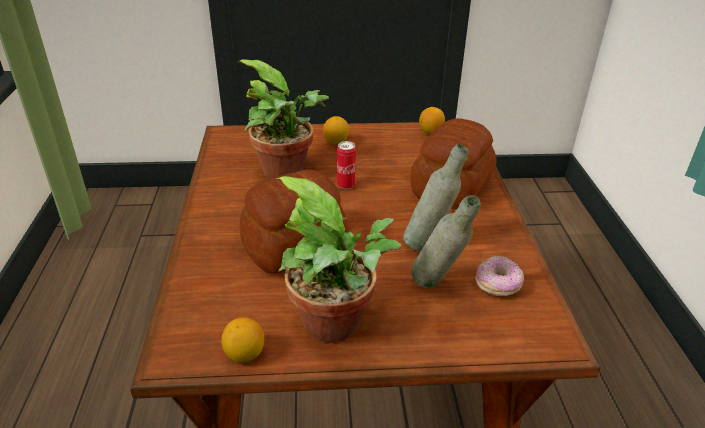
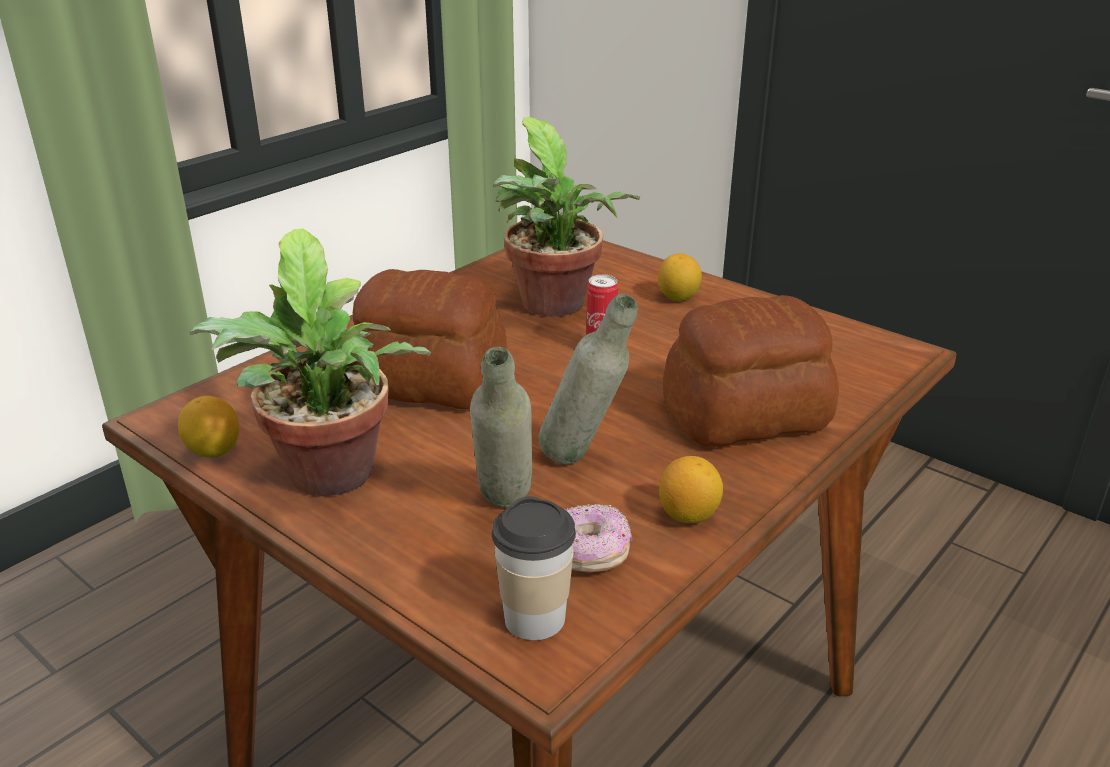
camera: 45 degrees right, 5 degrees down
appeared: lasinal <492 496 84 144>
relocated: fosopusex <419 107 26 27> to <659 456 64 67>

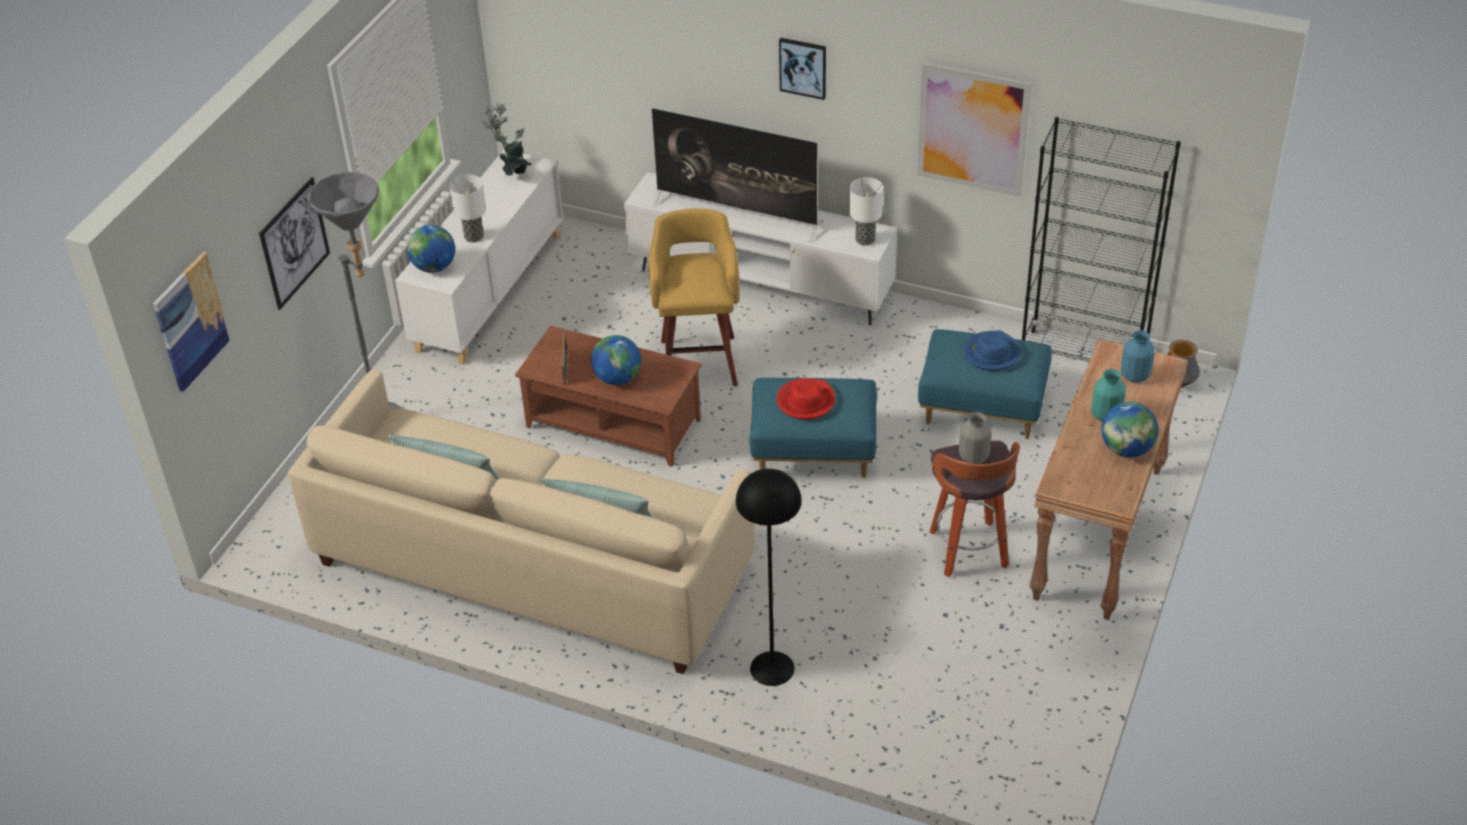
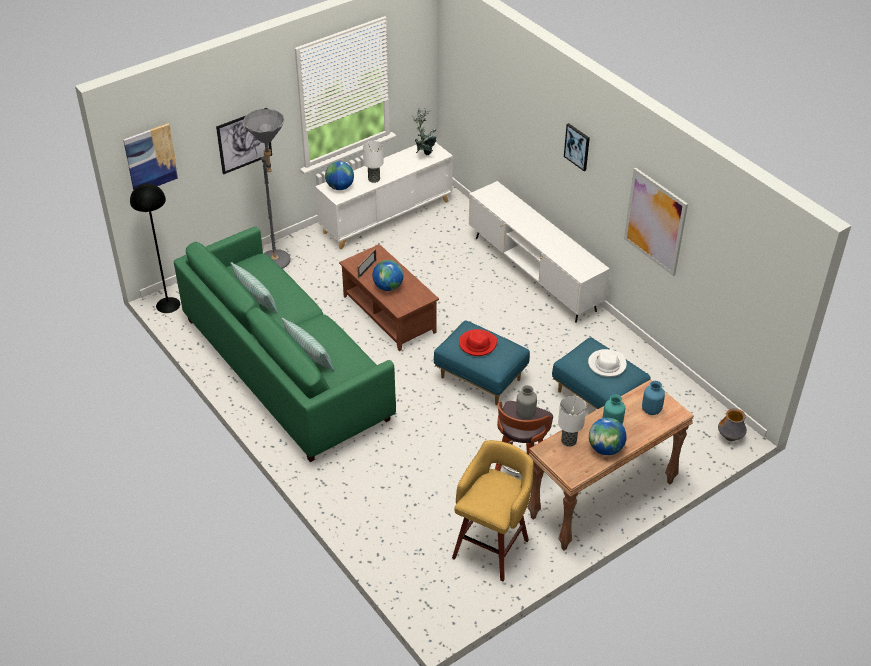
camera: 30 degrees right, 0 degrees up
missing: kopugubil <652 108 172 134>; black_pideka <1022 117 159 245>
relocated: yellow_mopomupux <649 208 90 178> to <452 440 81 141>; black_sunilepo <736 468 66 218> to <130 183 50 130>; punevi <850 177 33 69> to <558 396 28 51>
colour: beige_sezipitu <288 370 467 304> to green_sezipitu <174 227 222 235>; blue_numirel <963 331 58 40> to white_numirel <588 349 39 28>

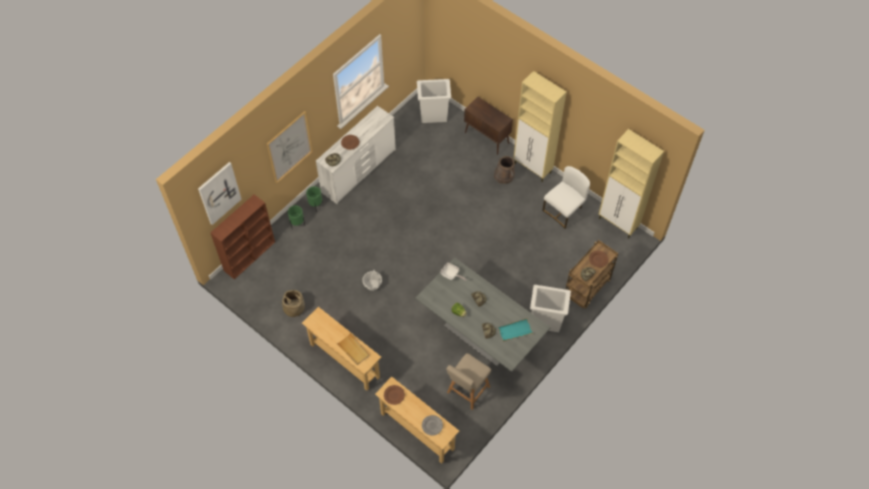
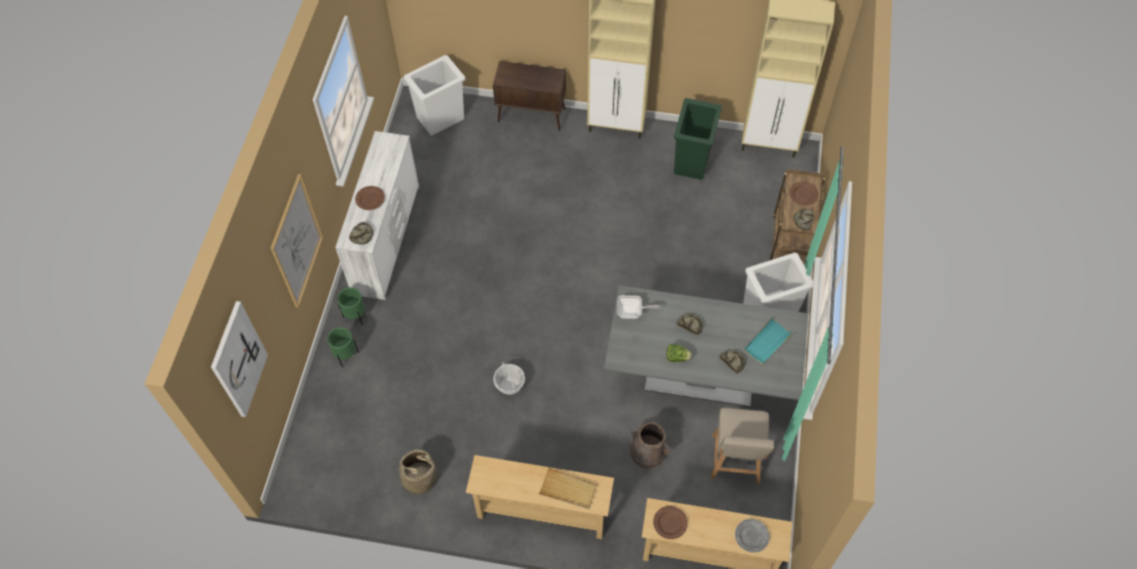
camera: 30 degrees left, 0 degrees up
missing: brown_pideka <210 194 65 85>
relocated: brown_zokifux <494 156 21 28> to <630 422 41 47>
exchanged: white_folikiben <543 166 47 63> to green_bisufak <674 98 48 82>

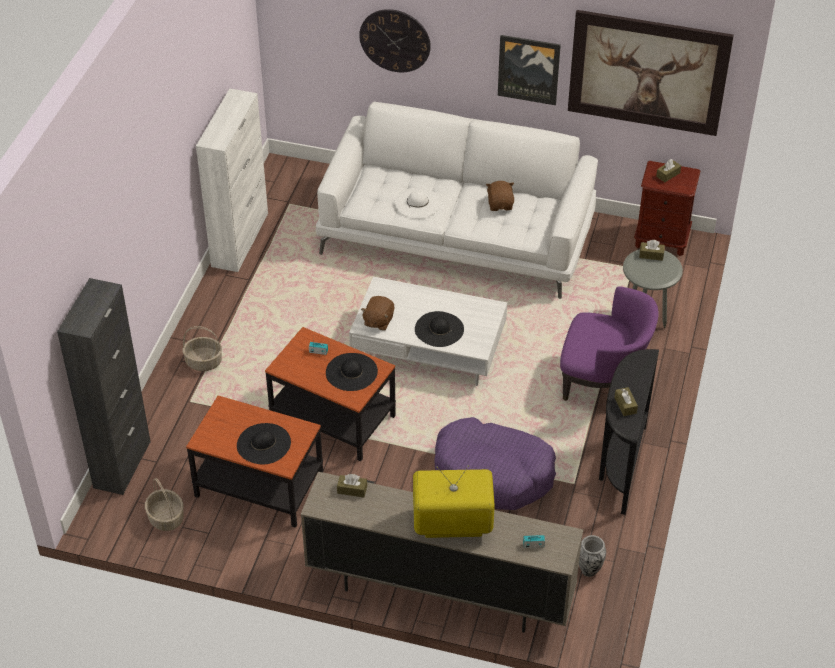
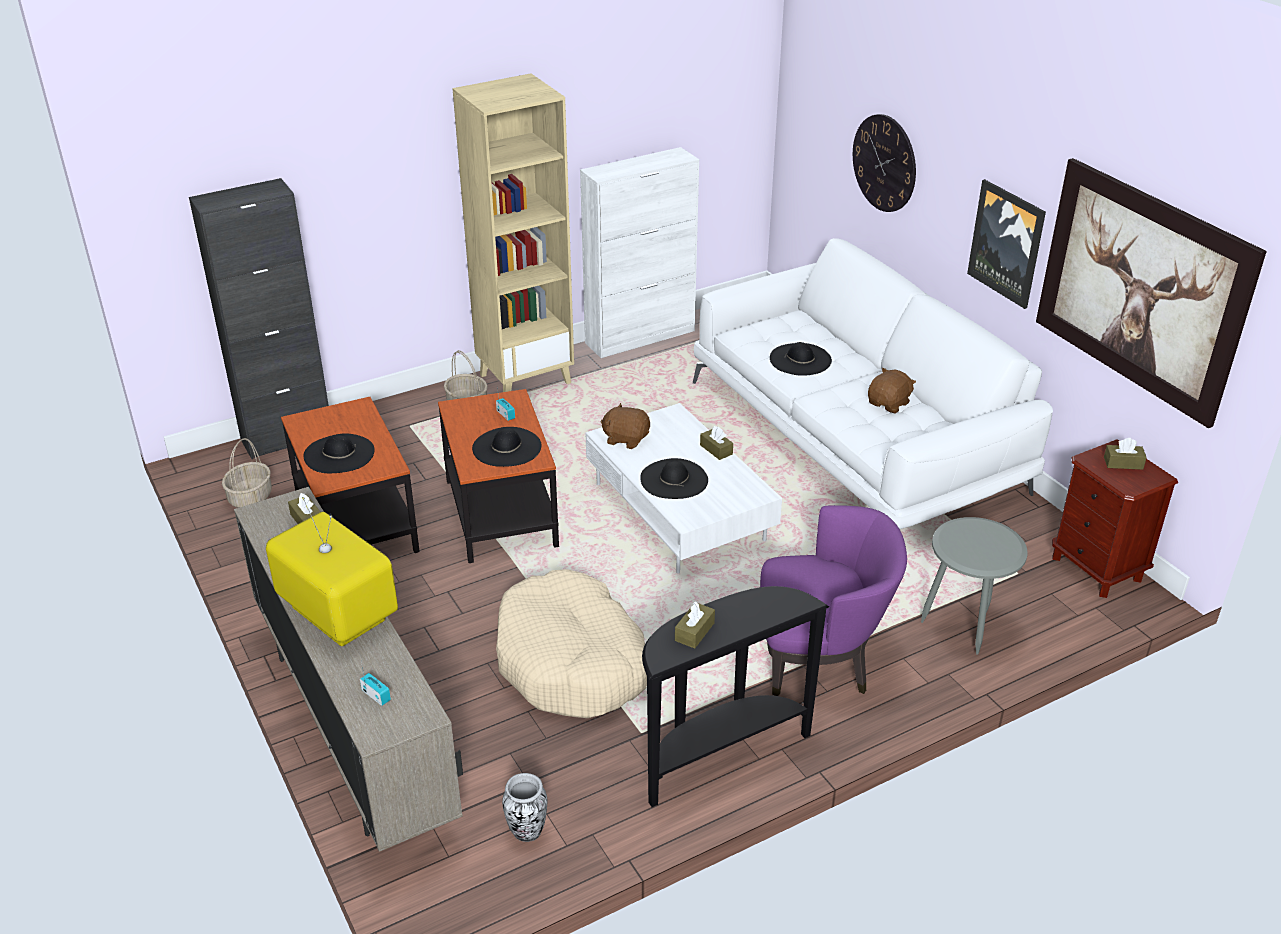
camera: 45 degrees right, 10 degrees down
appeared: beige_pideka <452 73 122 319>
relocated: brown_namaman <639 240 26 21> to <700 426 33 34>
colour: white_numirel <394 187 47 32> to black_numirel <770 342 62 34>; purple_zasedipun <434 417 122 93> to beige_zasedipun <496 569 151 149>
spun: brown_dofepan <361 296 34 35> = <601 403 49 46> 45 degrees clockwise; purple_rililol <560 286 99 115> = <760 505 147 191> 60 degrees counterclockwise

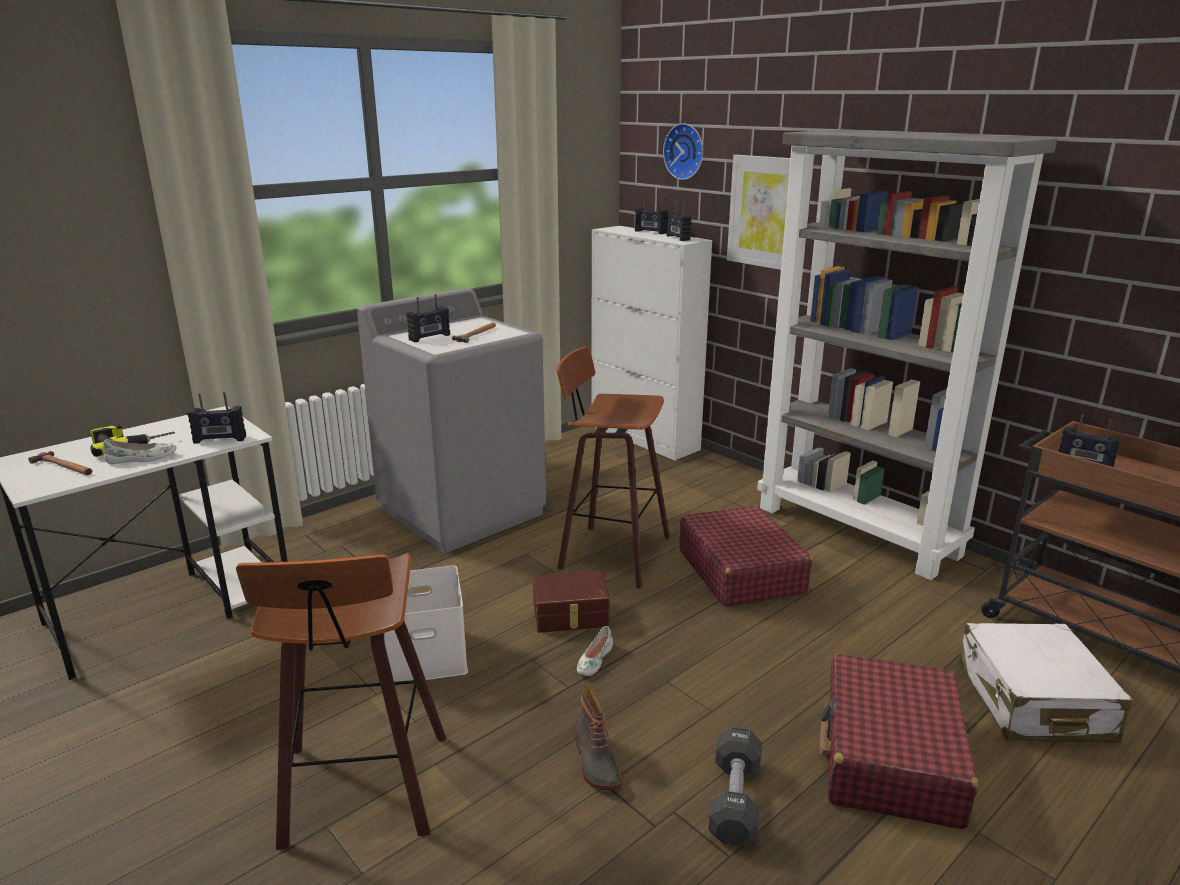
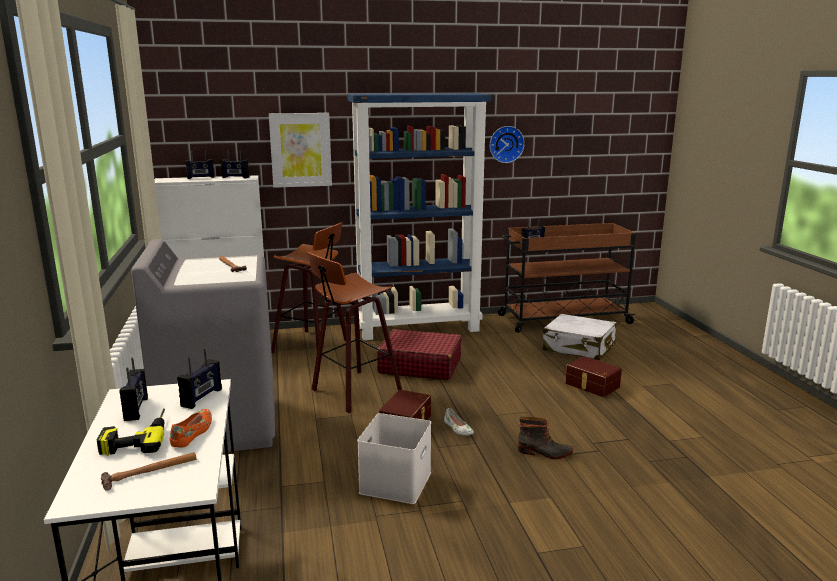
camera: 60 degrees left, 5 degrees down
missing: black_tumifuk <708 727 54 119>
relocated: mopomupux <236 553 210 297> to <271 222 75 137>; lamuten <407 294 43 48> to <120 358 28 63>; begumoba <663 123 40 57> to <490 126 35 37>
exchanged: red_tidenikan <819 654 159 175> to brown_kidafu <565 356 57 41>
colour: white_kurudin <103 439 74 25> to orange_kurudin <170 409 42 38>; grey_pideka <757 130 300 450> to blue_pideka <347 93 144 247>

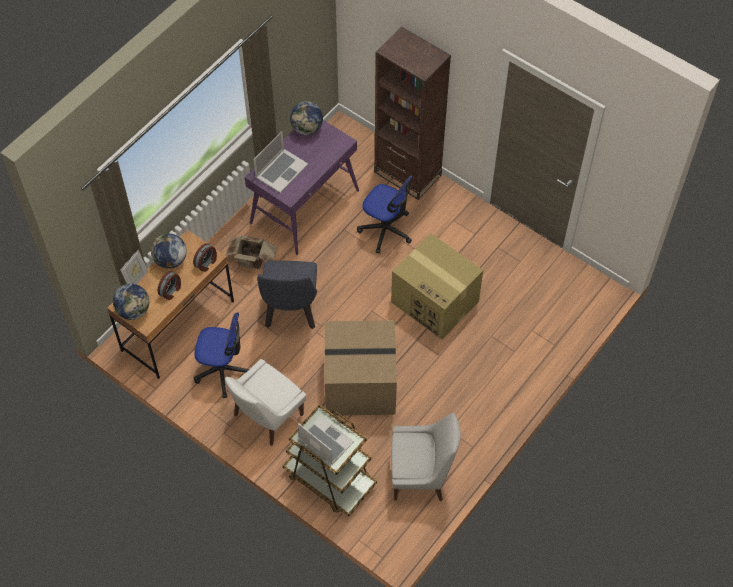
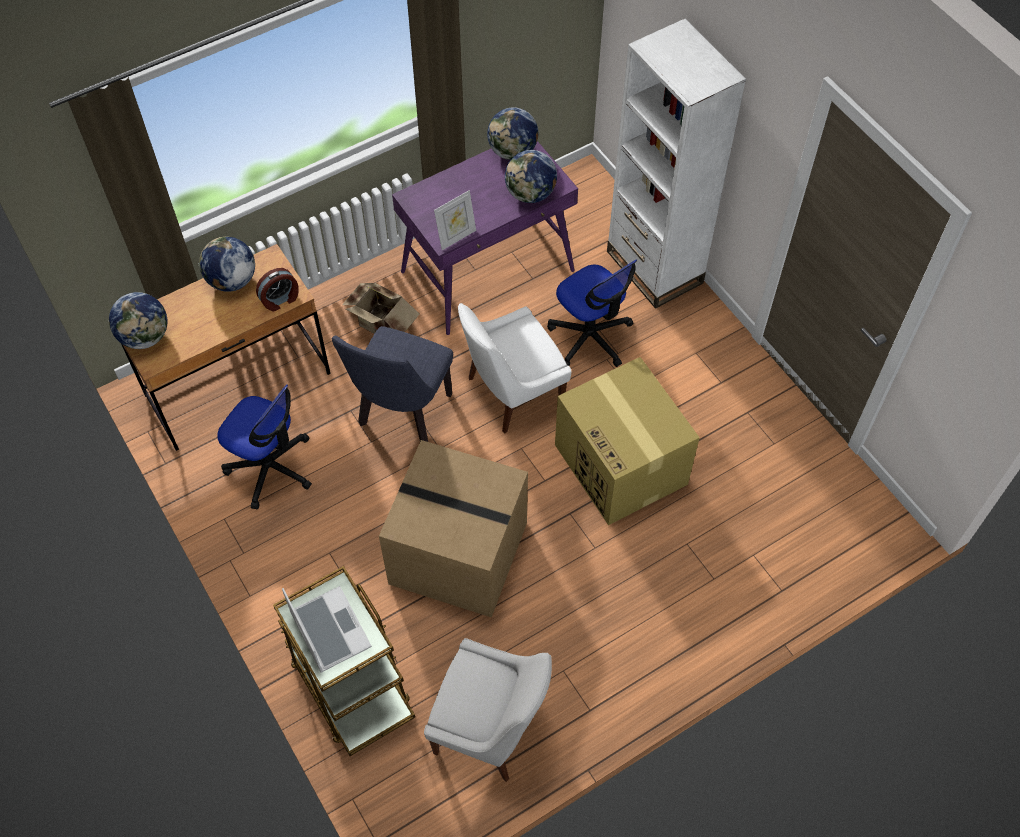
camera: 20 degrees right, 0 degrees up
missing: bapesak <158 271 23 29>; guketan <253 131 55 62>
appeared: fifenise <505 150 52 53>
relocated: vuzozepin <120 250 28 35> to <434 190 42 60>; white_folikiben <225 359 81 87> to <458 303 113 130>
colour: brown_pideka <374 27 77 173> to white_pideka <607 19 139 290>

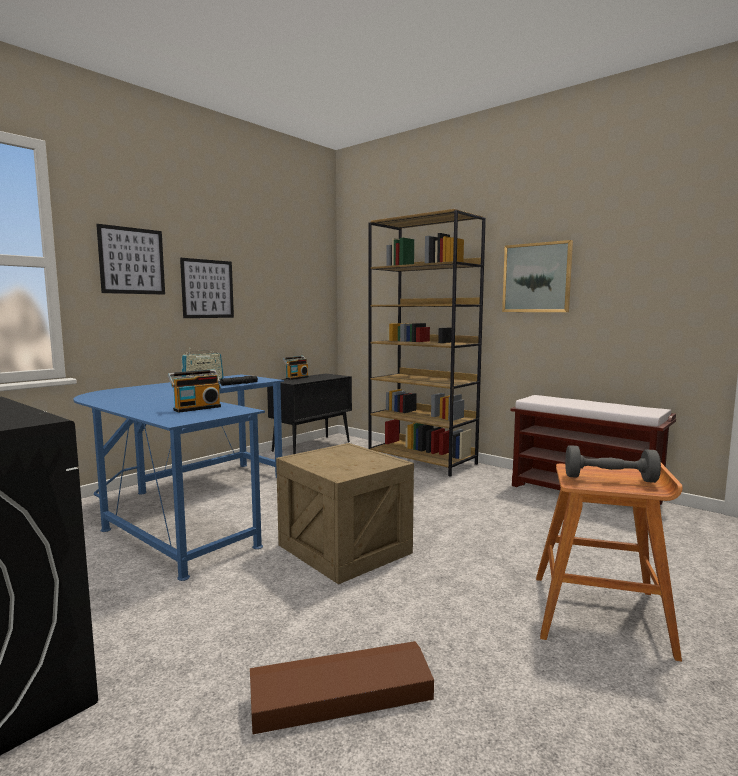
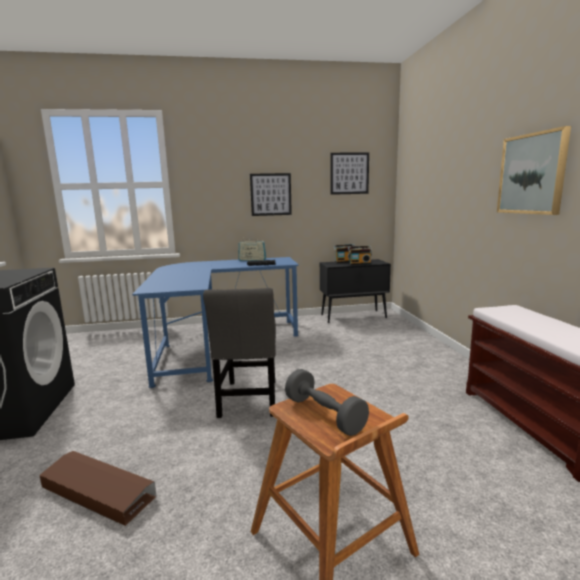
camera: 40 degrees right, 5 degrees up
missing: brown_pideka <368 209 118 268>
relocated: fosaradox <96 224 69 71> to <330 152 39 43>; lamuten <168 369 53 44> to <348 246 24 19>
exchanged: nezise <276 443 138 141> to grey_folikiben <203 288 73 130>

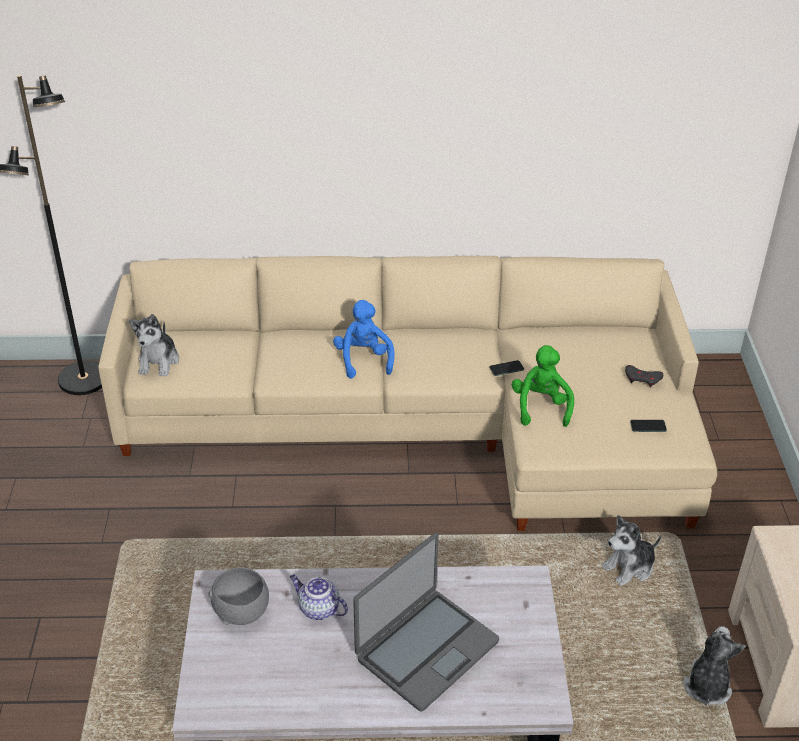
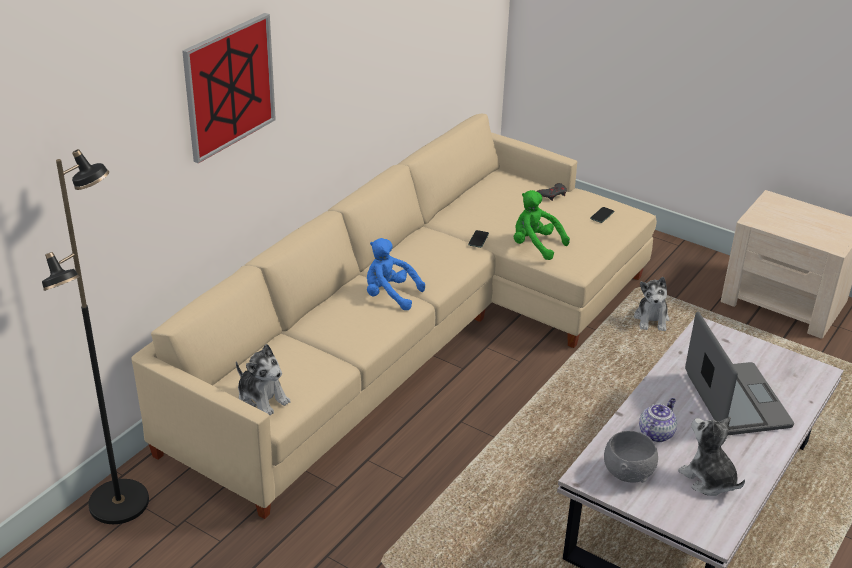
camera: 55 degrees left, 5 degrees down
appeared: fosaradox <182 13 94 150>
relocated: dofepan <683 626 63 80> to <678 417 67 79>
spun: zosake <290 574 58 46> = <639 398 38 44> 150 degrees clockwise

